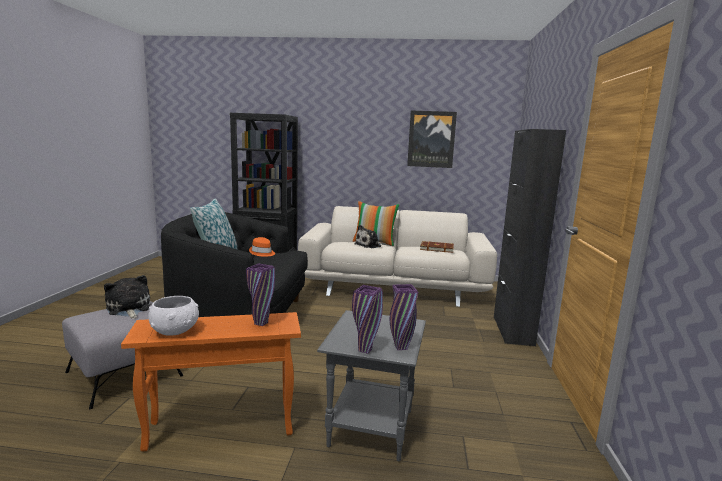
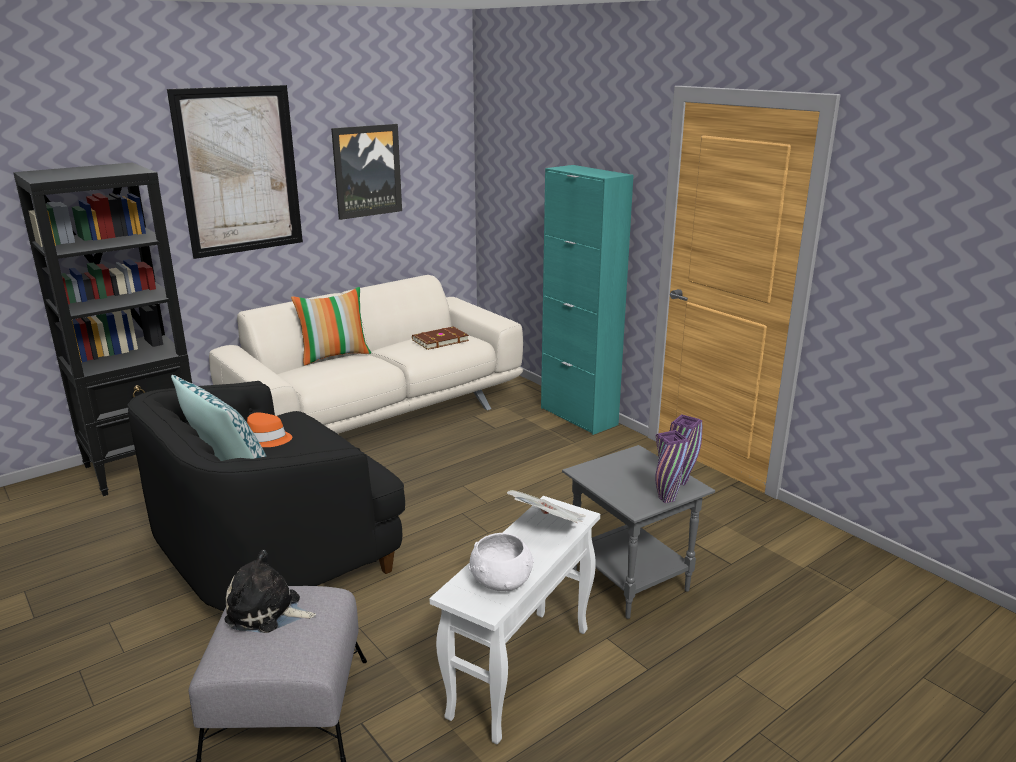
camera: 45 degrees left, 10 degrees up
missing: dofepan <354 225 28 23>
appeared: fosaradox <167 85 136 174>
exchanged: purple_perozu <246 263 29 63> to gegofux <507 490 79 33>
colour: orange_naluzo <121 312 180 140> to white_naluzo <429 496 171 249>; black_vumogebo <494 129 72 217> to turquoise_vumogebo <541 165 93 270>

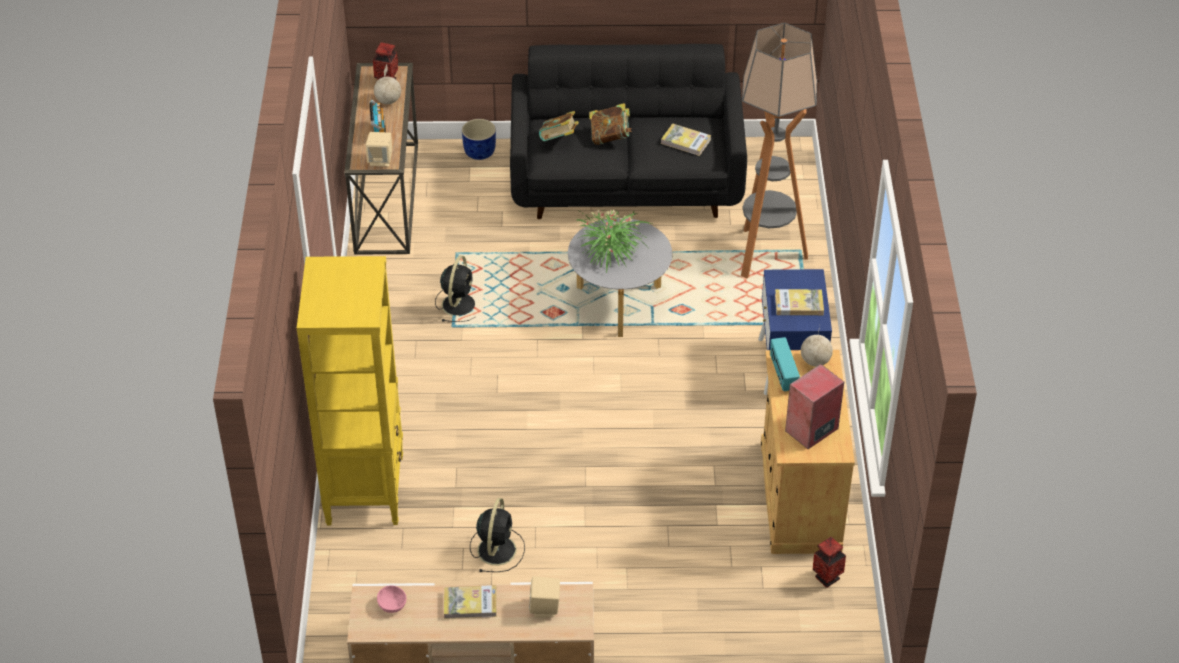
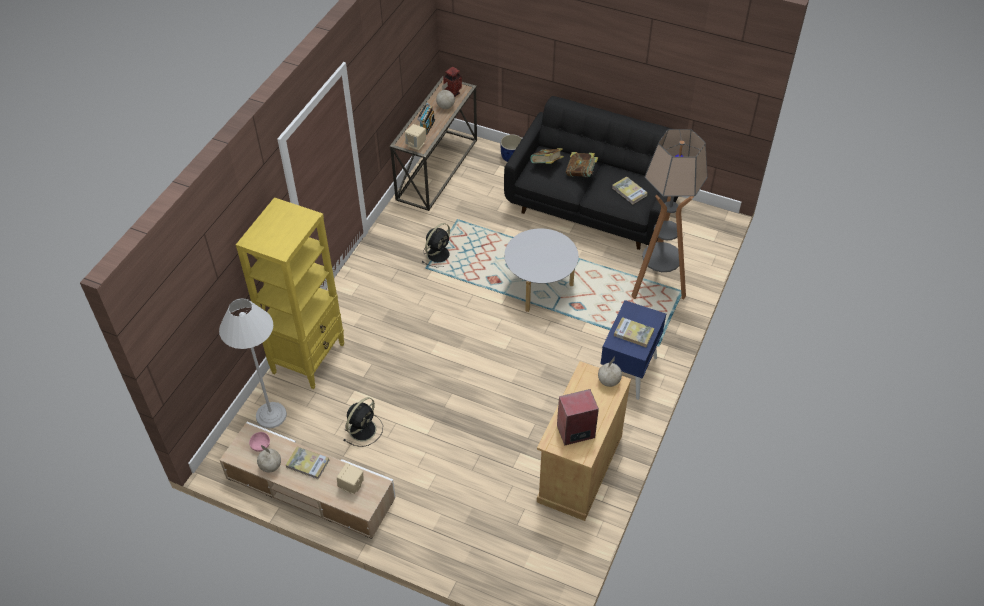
camera: 25 degrees right, 5 degrees up
missing: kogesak <575 209 77 65>; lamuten <770 337 30 55>; perozu <813 537 33 51>
appeared: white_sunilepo <219 298 68 130>; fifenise <257 445 24 28>

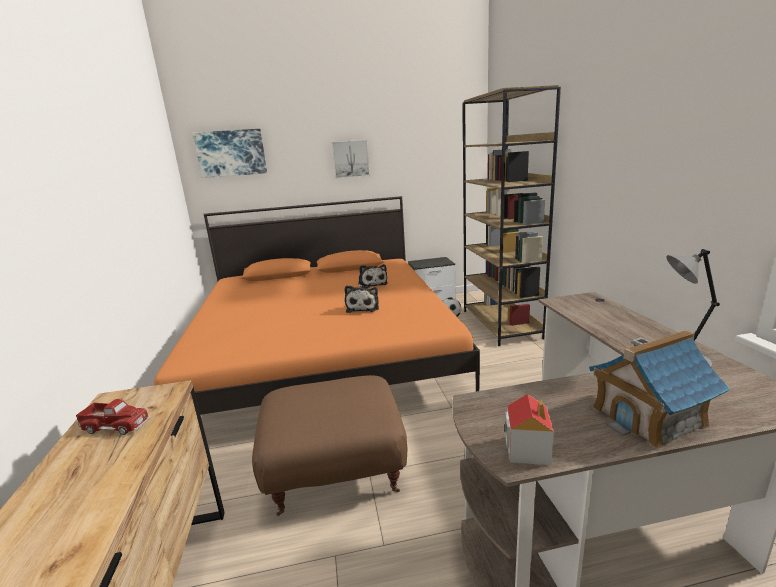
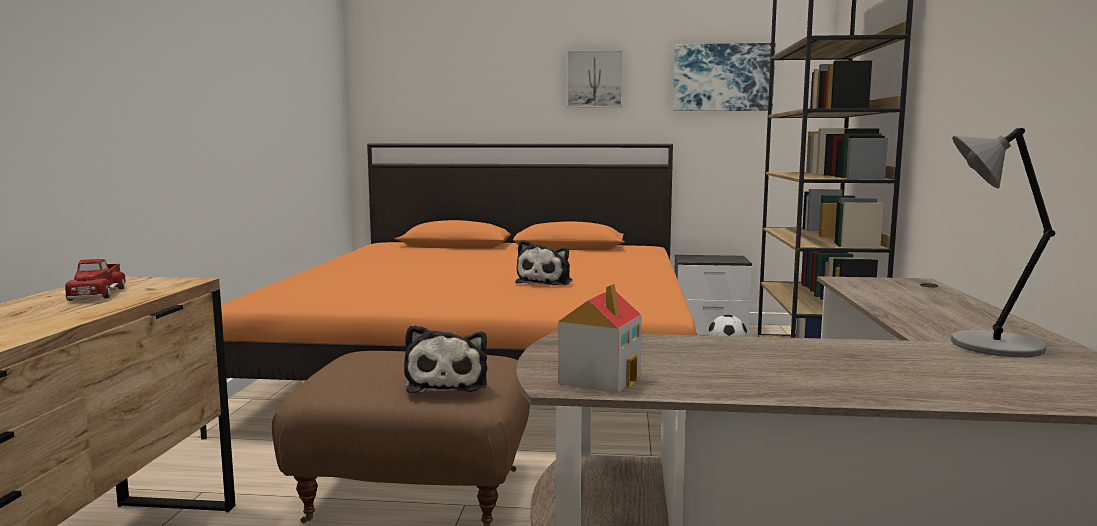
camera: 15 degrees right, 10 degrees down
missing: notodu <589 330 141 120>
relocated: fosaradox <193 129 74 49> to <673 43 103 68>; dofepan <358 264 30 24> to <404 325 83 68>
spun: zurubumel <76 399 75 36> = <65 259 61 42> 45 degrees clockwise

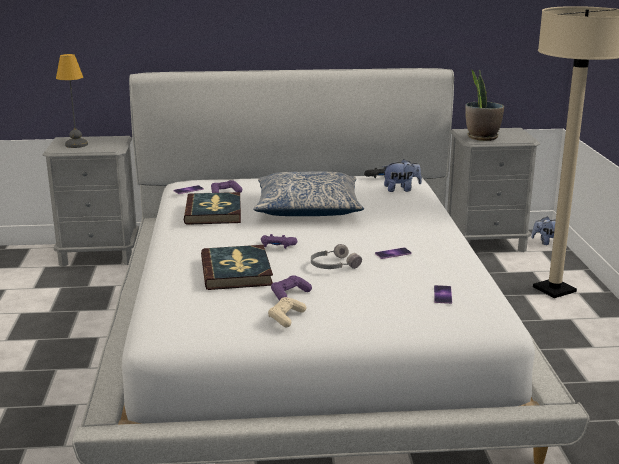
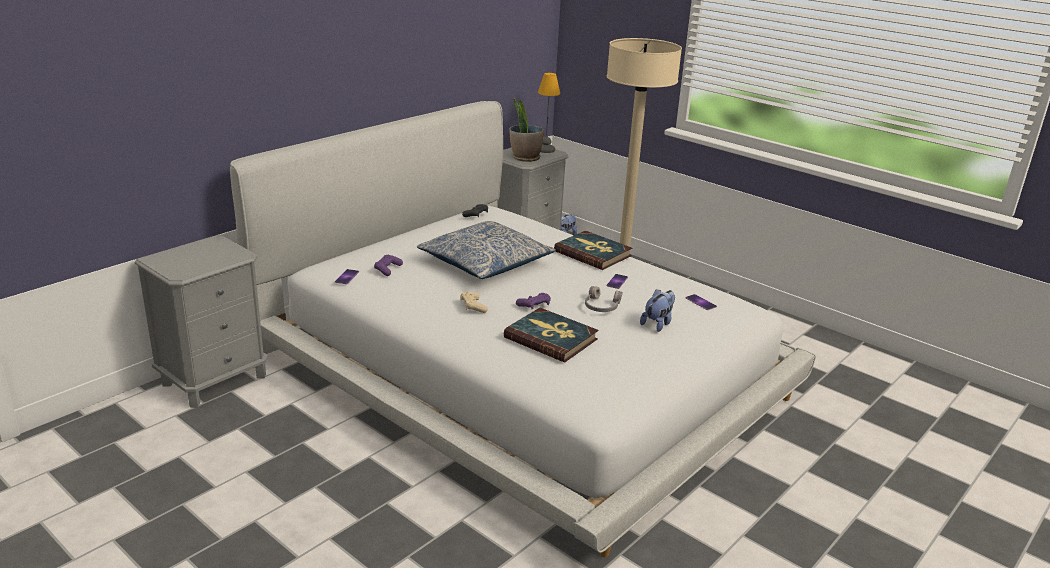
camera: 45 degrees left, 5 degrees up
missing: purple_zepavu <271 275 41 26>
relocated: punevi <56 54 32 94> to <538 73 22 80>; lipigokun <184 192 57 33> to <554 231 78 39>; beige_zepavu <268 297 38 30> to <460 292 28 21>; dofepan <382 159 40 33> to <640 289 35 43>

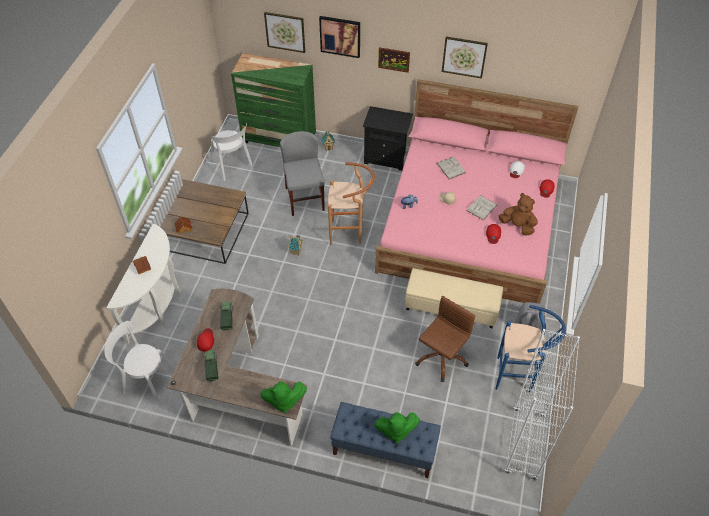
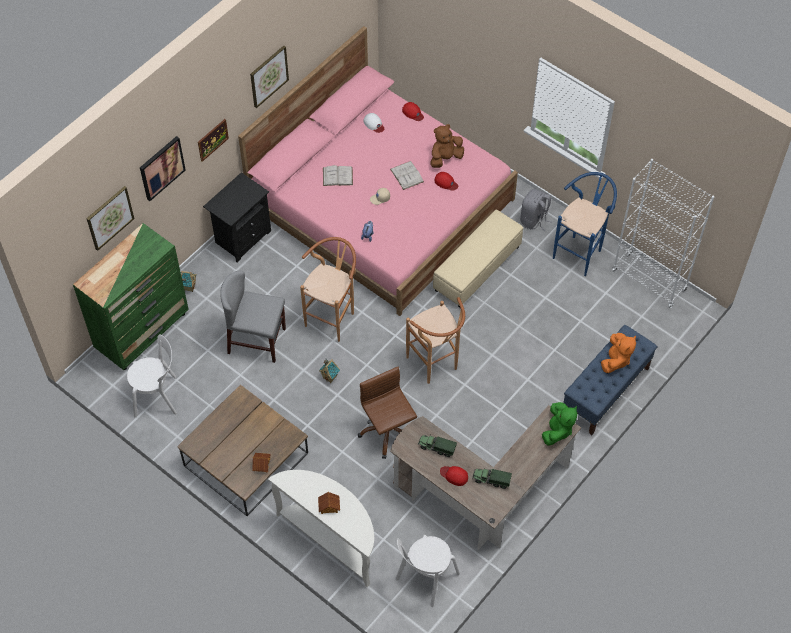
camera: 65 degrees left, 5 degrees up
appeared: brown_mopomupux <406 297 59 87>
relocated: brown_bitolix <415 296 60 86> to <358 367 59 92>
colour: green_dofepan <374 412 46 31> to orange_dofepan <601 333 35 40>

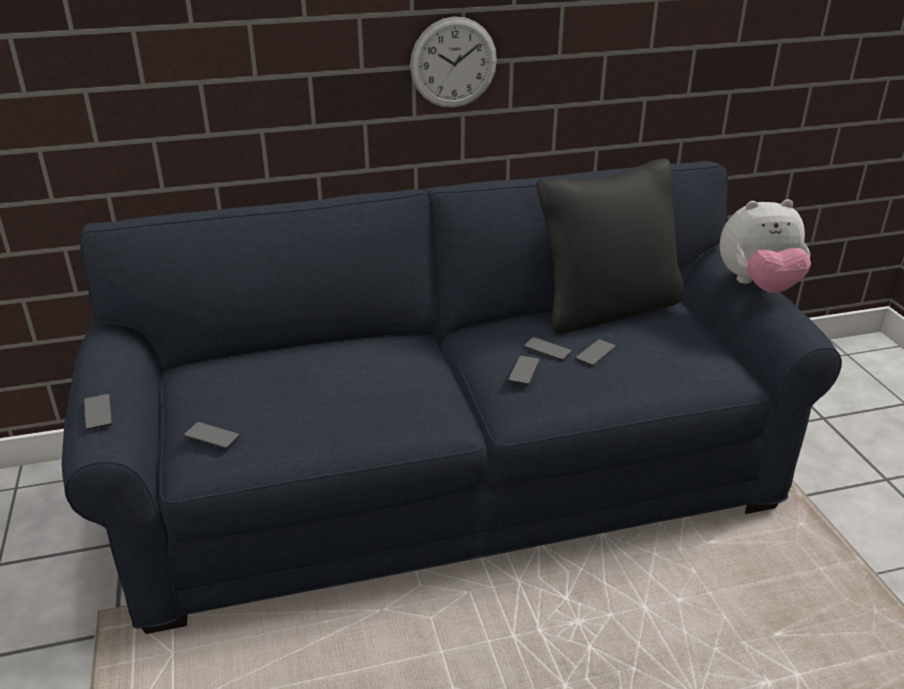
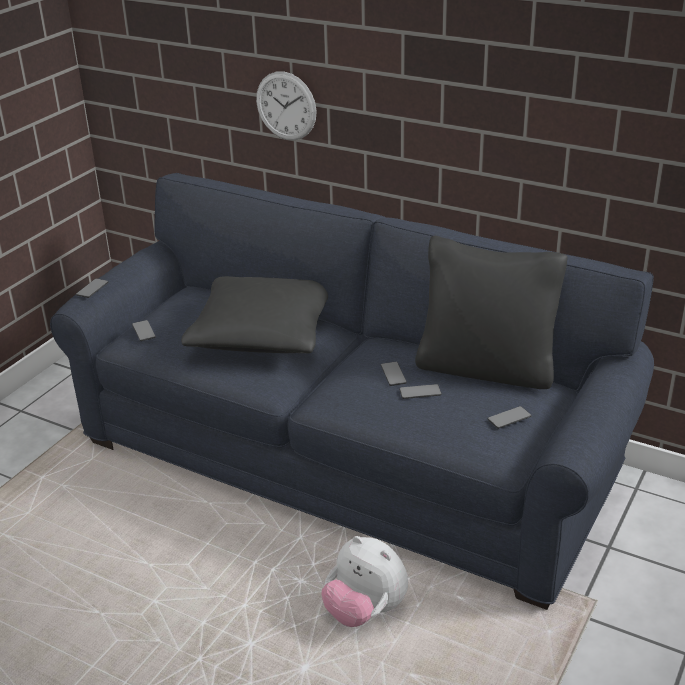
camera: 45 degrees right, 0 degrees up
appeared: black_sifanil <181 276 147 77>
relocated: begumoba <410 17 87 91> to <256 71 61 69>; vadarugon <508 355 32 30> to <488 406 43 23>; dofepan <720 199 91 94> to <322 536 86 91>

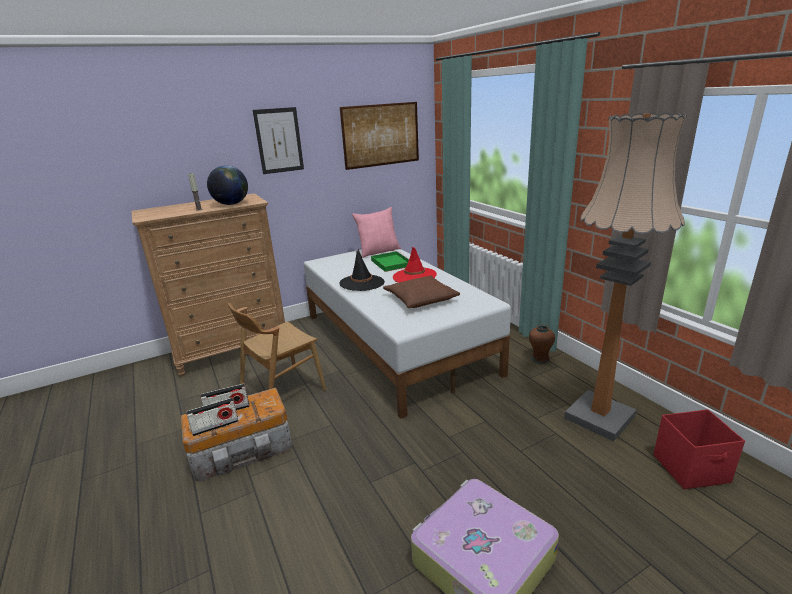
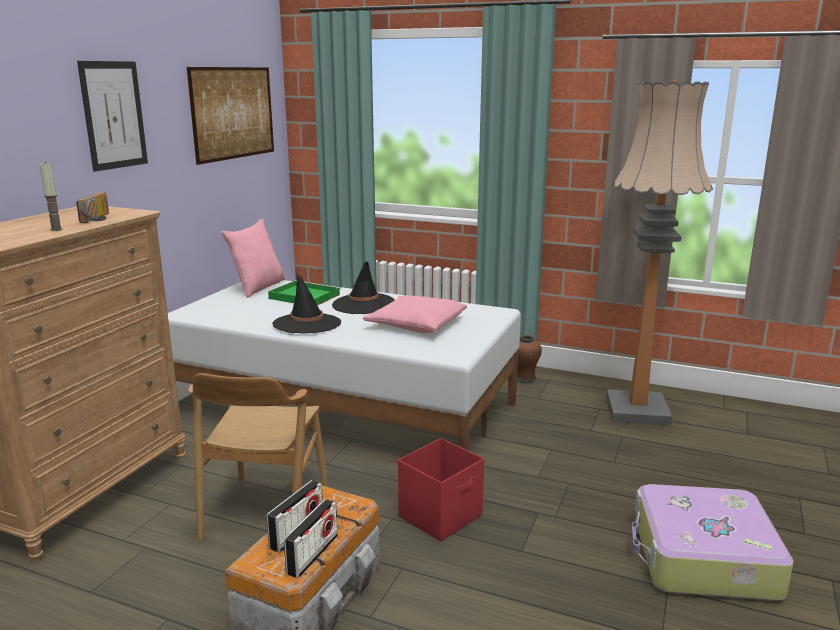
camera: 40 degrees left, 5 degrees down
relocated: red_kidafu <653 409 92 80> to <398 438 86 103>
exchanged: fifenise <207 165 41 40> to lamuten <76 192 33 31>
colour: brown_sifanil <383 276 77 32> to pink_sifanil <363 296 104 37>; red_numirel <393 247 44 36> to black_numirel <332 261 63 53>

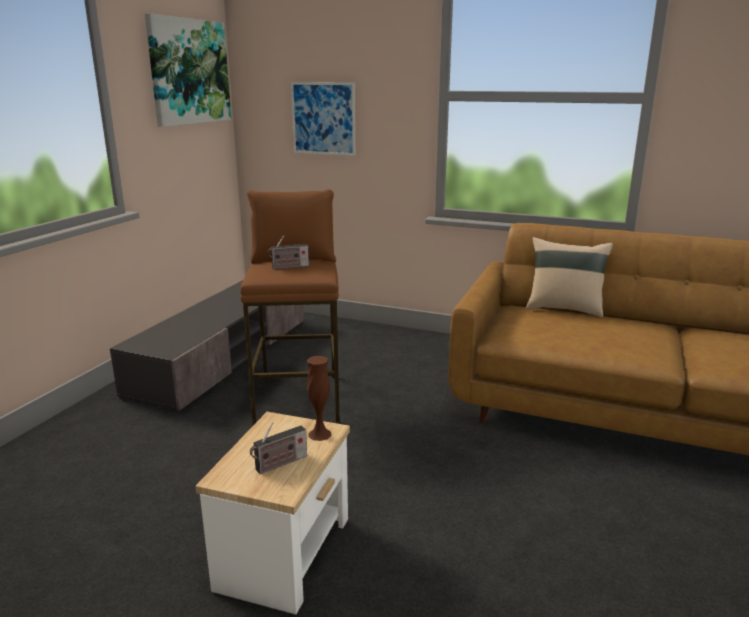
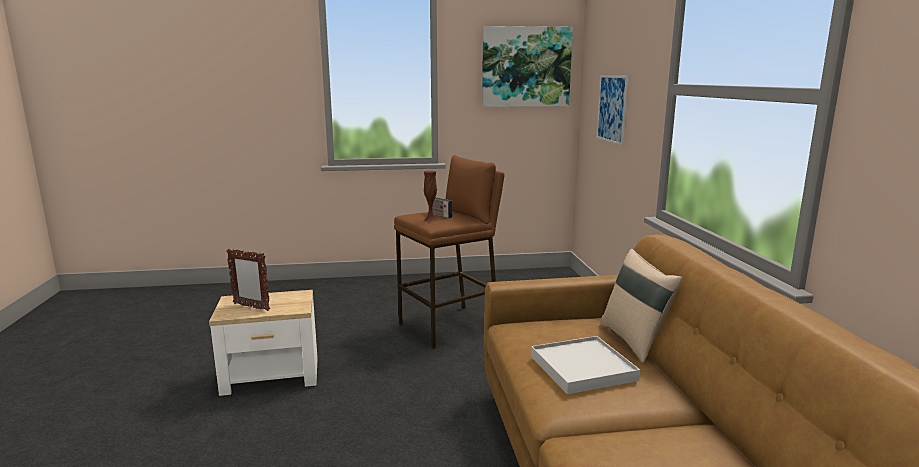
camera: 60 degrees right, 5 degrees down
missing: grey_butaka <110 280 194 133>
appeared: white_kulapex <531 336 109 58>
relocated: brown_perozu <307 356 25 85> to <424 171 13 51>
exchanged: lamuten <250 422 57 52> to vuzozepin <226 249 44 62>

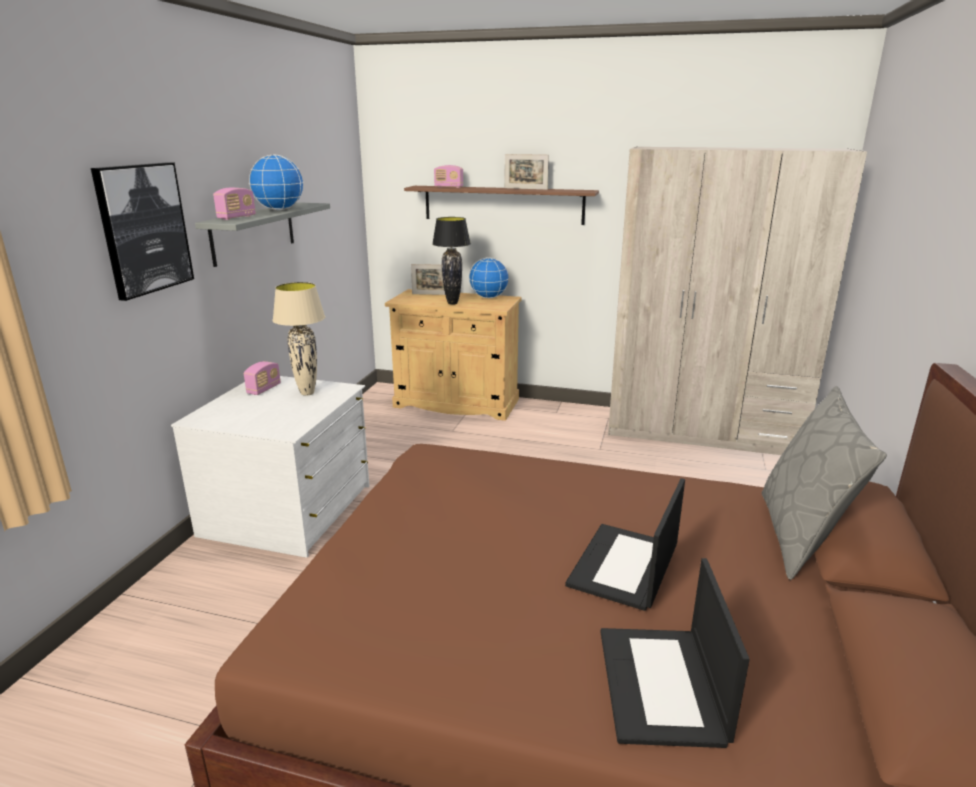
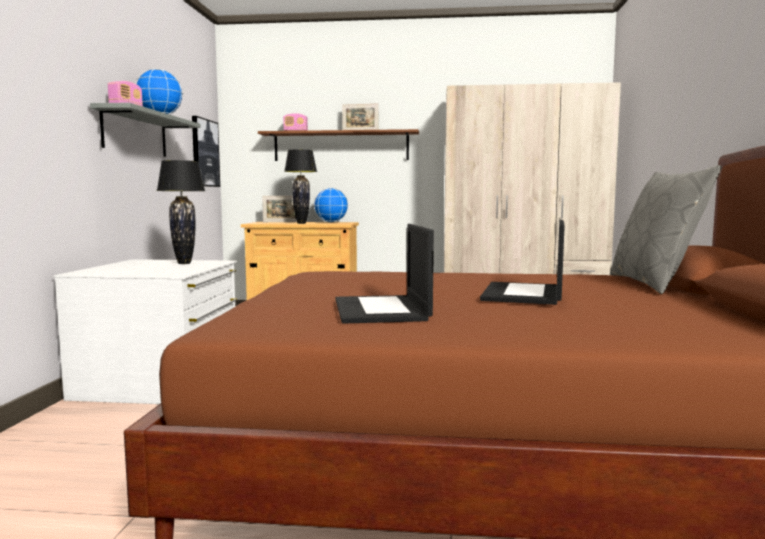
camera: 10 degrees left, 15 degrees down
missing: lamuten <244 361 37 34>
relocated: fosaradox <91 162 103 139> to <192 116 28 71>; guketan <600 558 150 190> to <336 224 98 100>
colour: beige_punevi <272 282 53 114> to black_punevi <157 160 48 104>

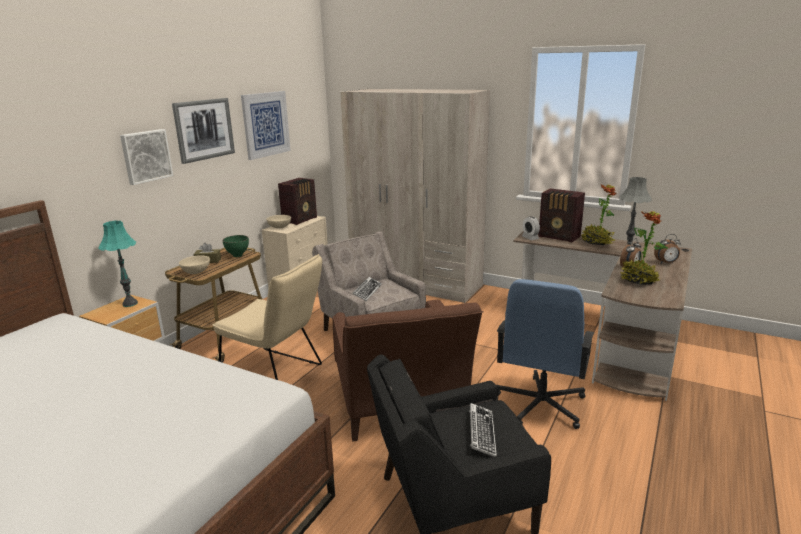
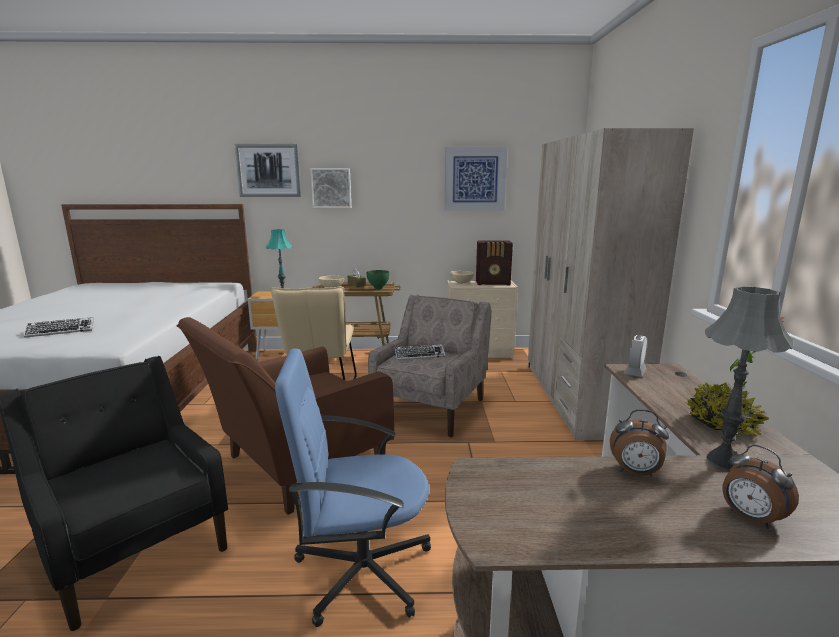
camera: 60 degrees right, 5 degrees down
missing: lamuten <538 188 47 55>; kogesak <620 211 48 74>
relocated: fosaradox <172 98 63 66> to <234 144 67 53>; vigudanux <469 403 28 54> to <24 317 70 21>

